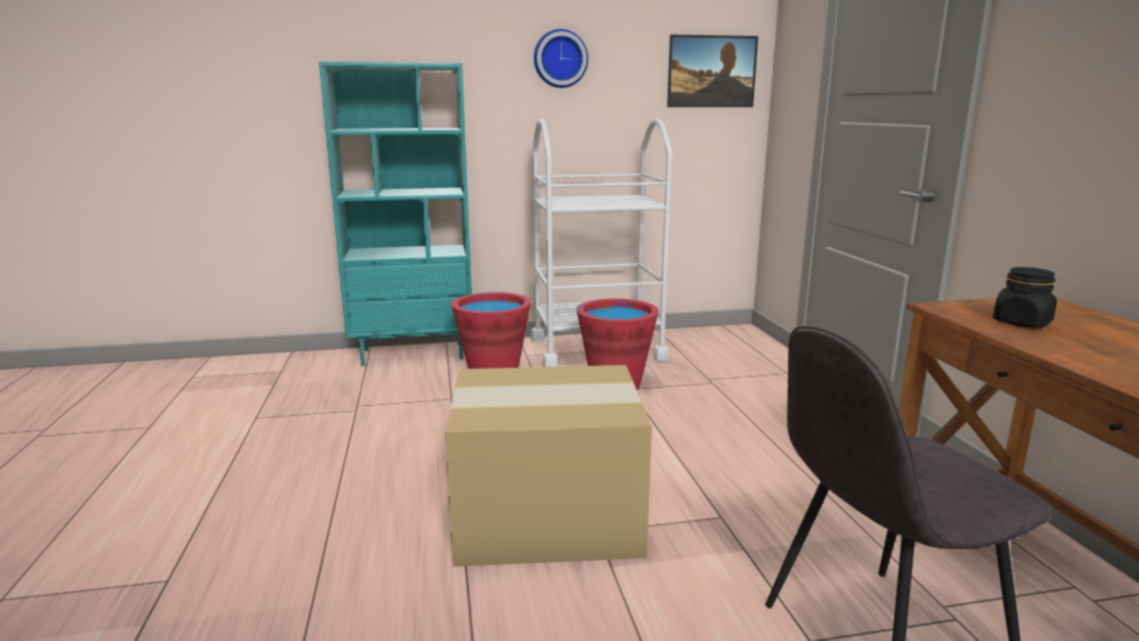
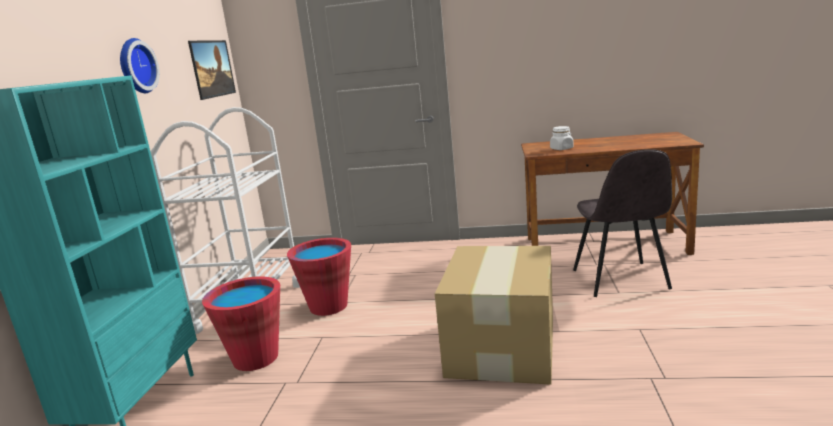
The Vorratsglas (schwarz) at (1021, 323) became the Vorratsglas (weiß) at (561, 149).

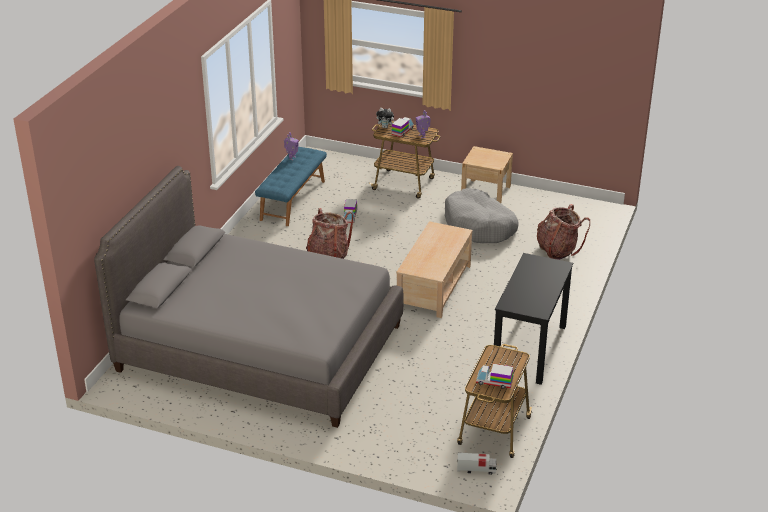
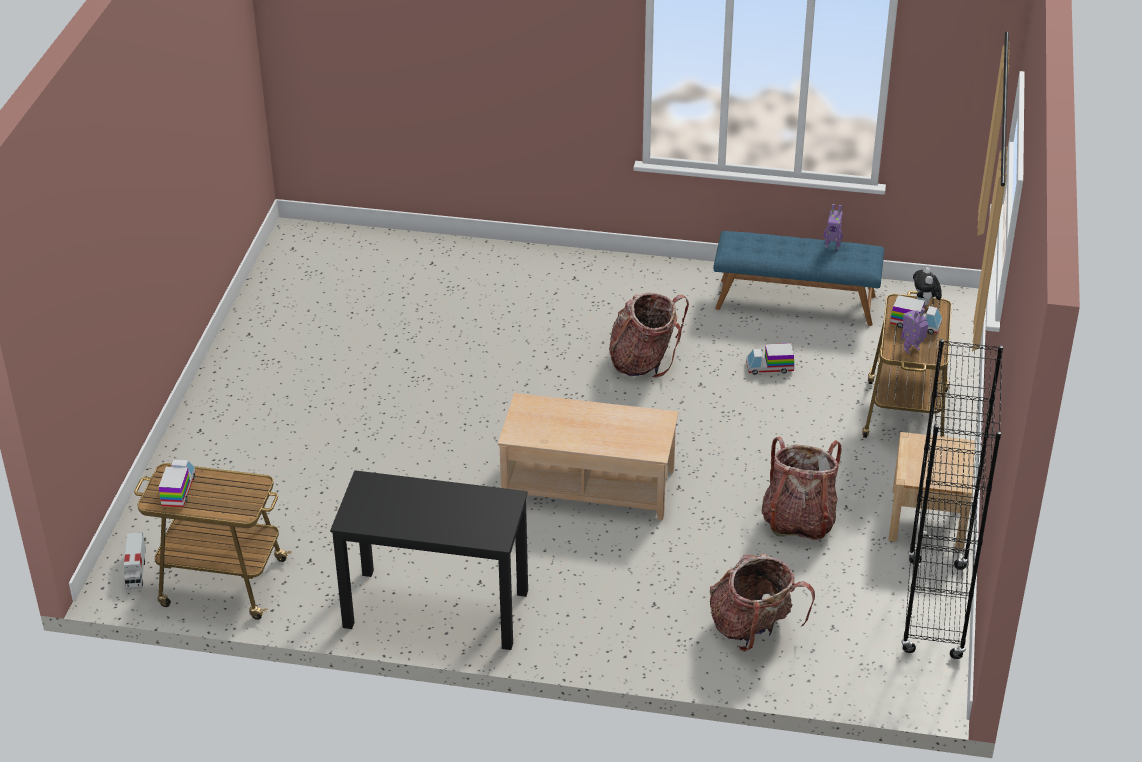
The Hundebett (grau) at (479, 226) was replaced by the Rucksack at (798, 520). The Bücherregal (schwarz) at (934, 610) appeared. The Bett (grau) at (260, 347) disappeared.

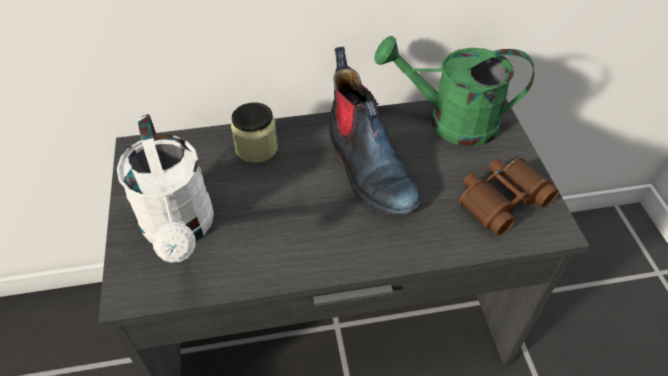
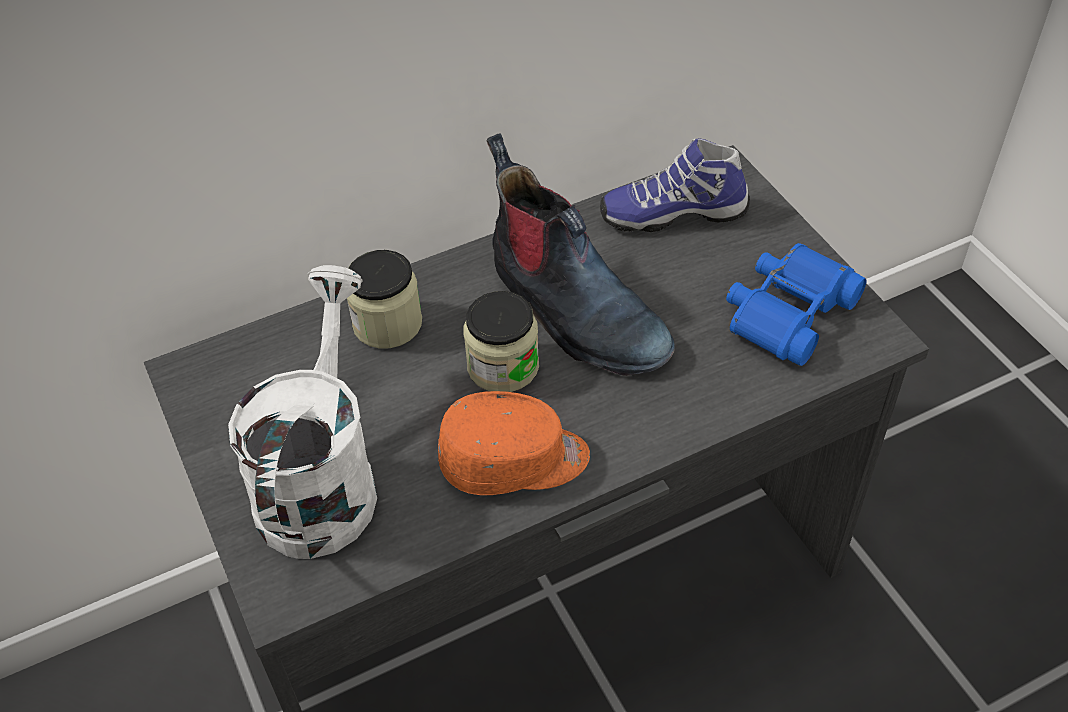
The Gießkanne (weiß) at (180, 229) turned 135 degrees counterclockwise. The Kappe (orange) at (515, 461) appeared. The Vorratsglas at (503, 366) appeared. The Gießkanne (grün) at (450, 122) was replaced by the Schuh at (673, 212). The Fernglas (braun) at (501, 199) became the Fernglas (blau) at (787, 312).

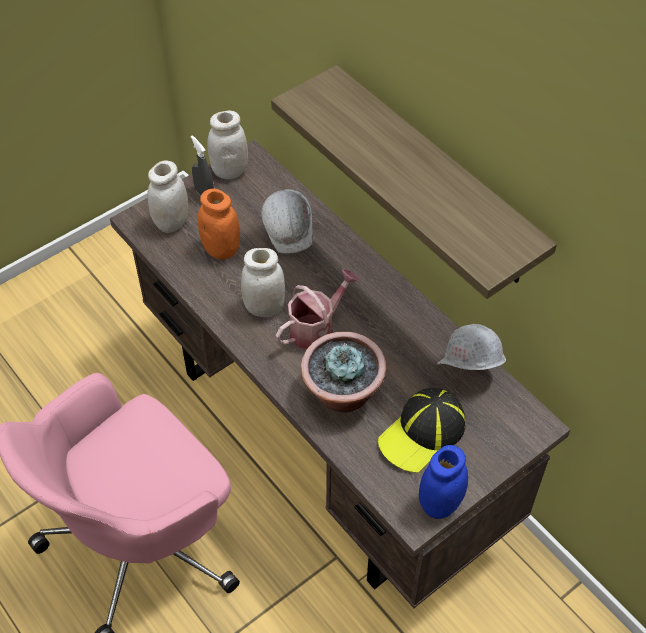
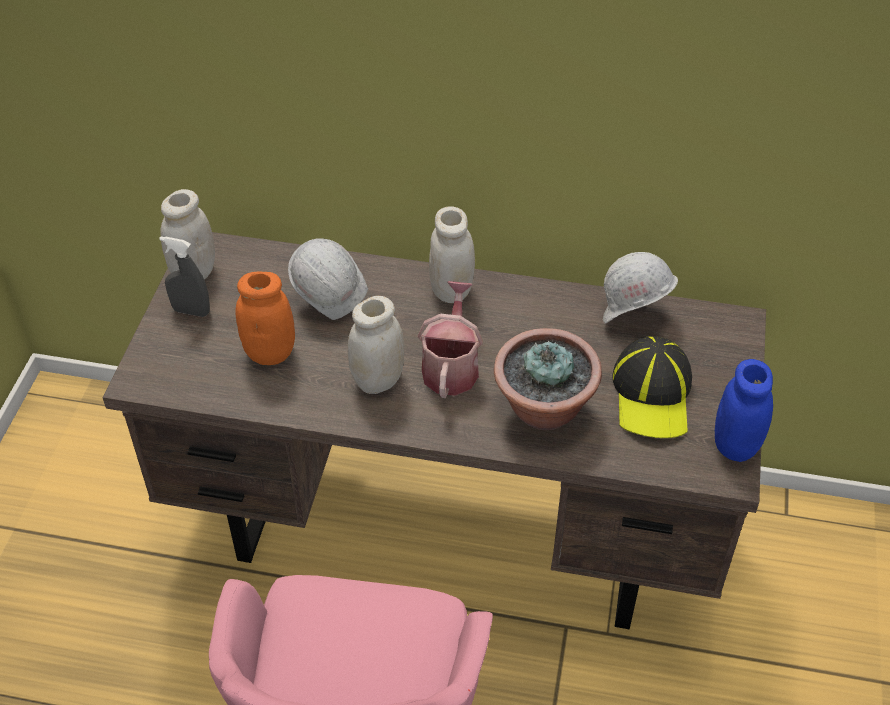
The Vorratsglas (weiß) moved from (171, 223) to (451, 291). The Wandregal at (435, 178) disappeared.

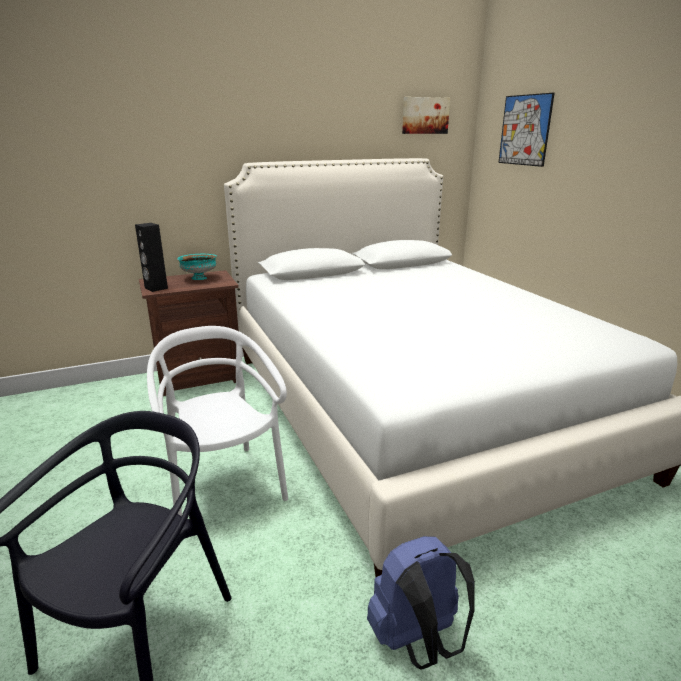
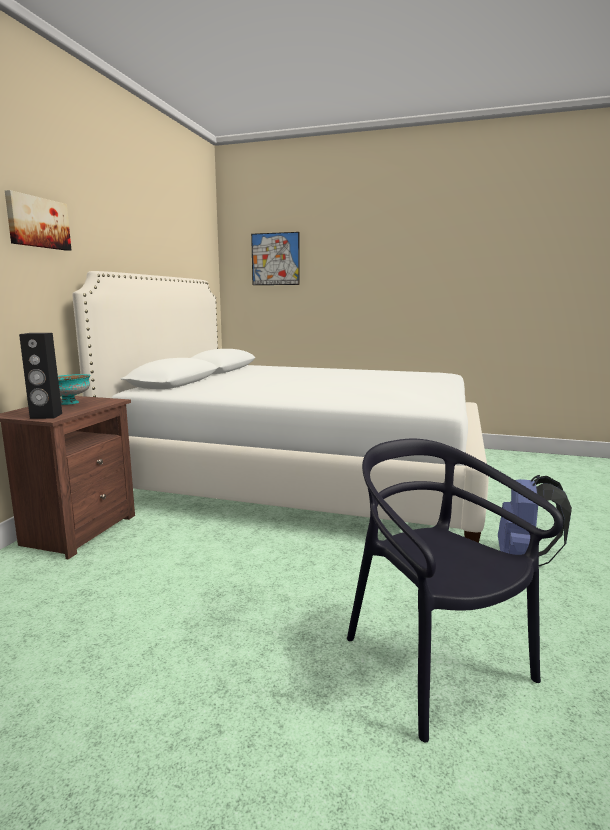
The Bild moved from (425, 115) to (37, 222). The Stuhl (weiß) at (223, 486) disappeared.

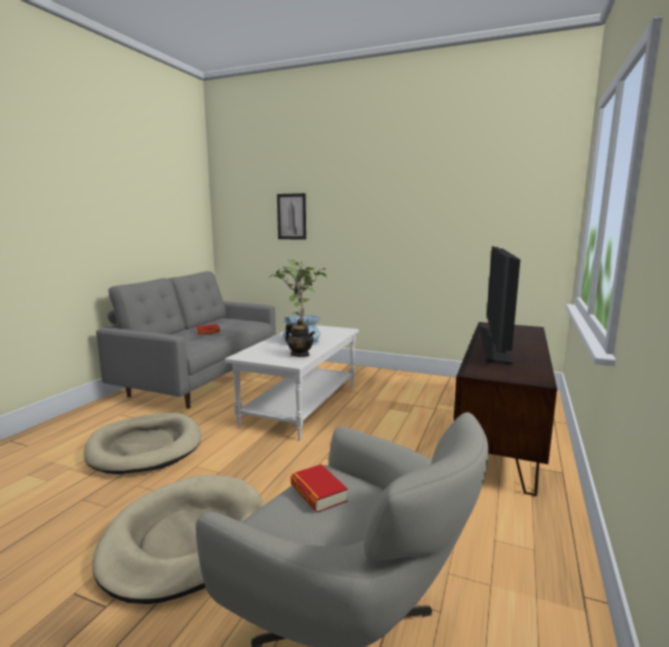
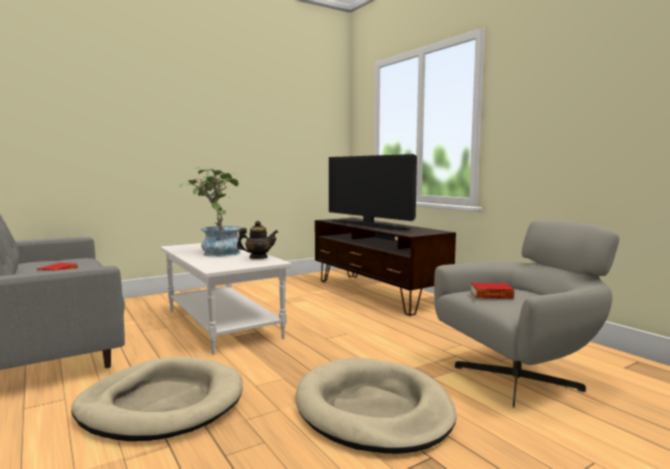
The Bild at (291, 216) disappeared.

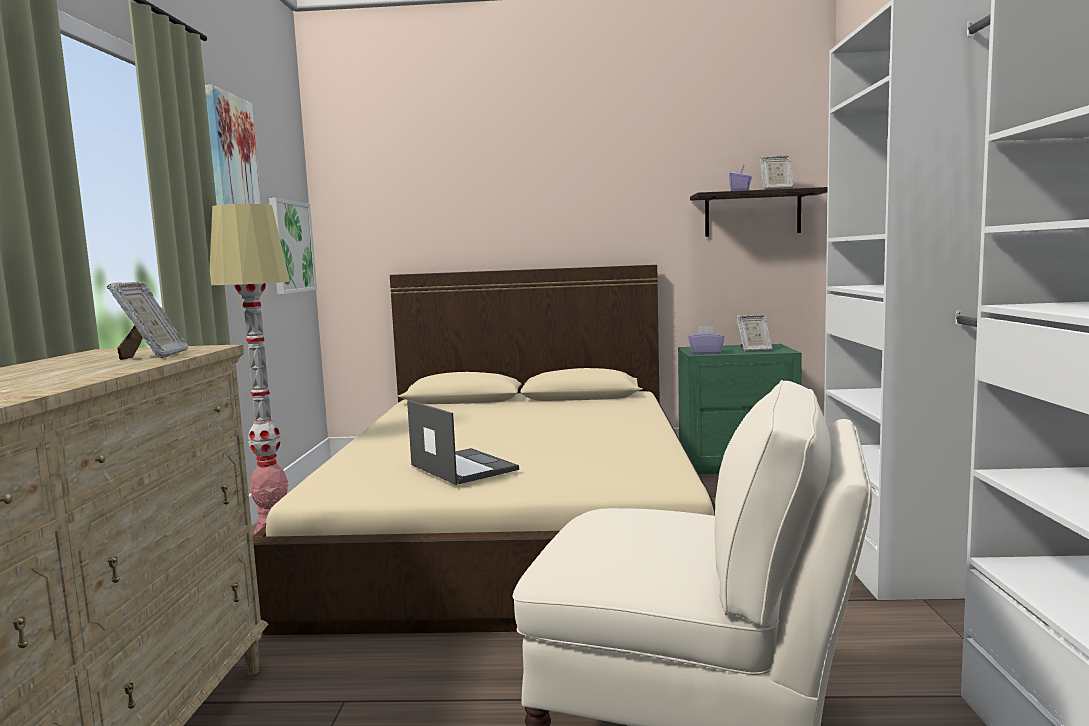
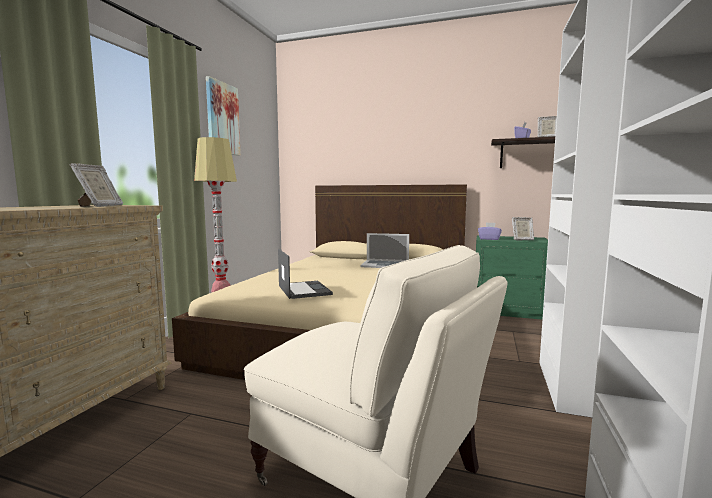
The Laptop at (385, 265) appeared. The Bild at (291, 247) disappeared.

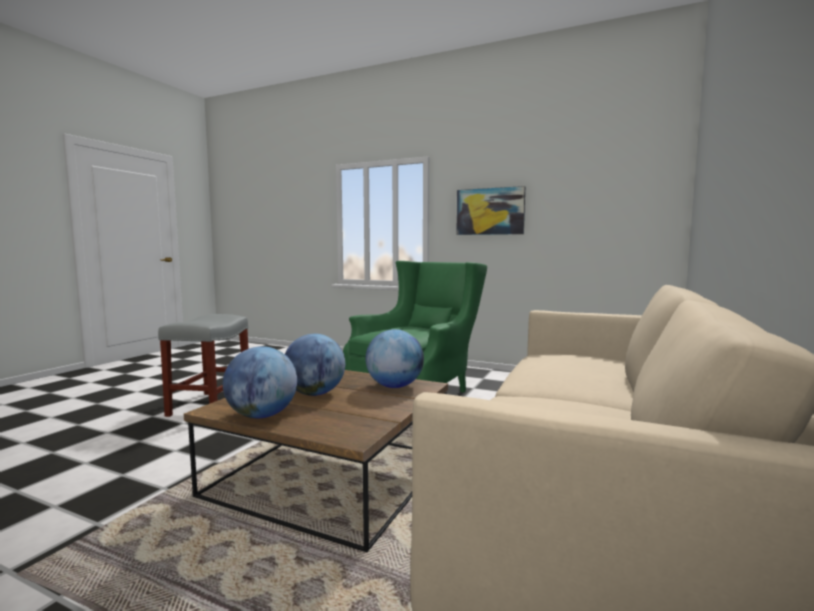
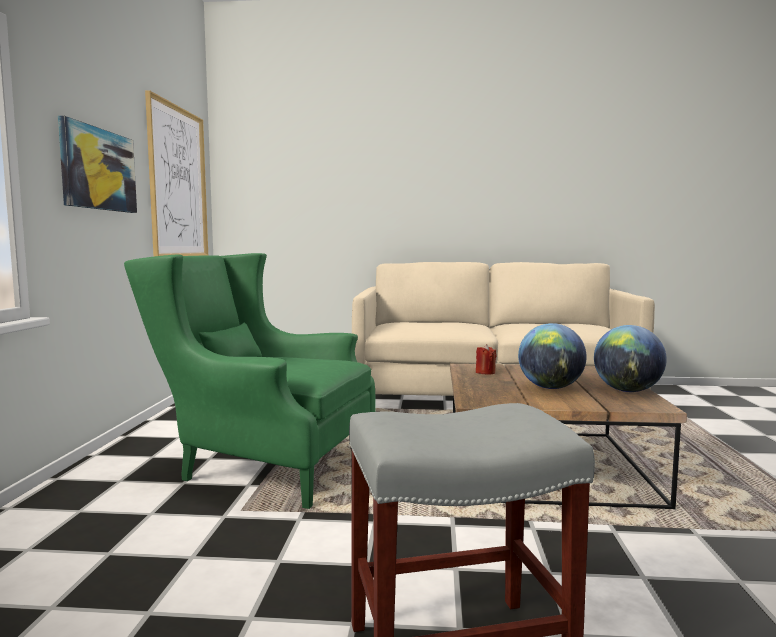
The Bild at (178, 183) appeared. The Globus at (394, 386) was replaced by the Kerze (rot) at (485, 372).

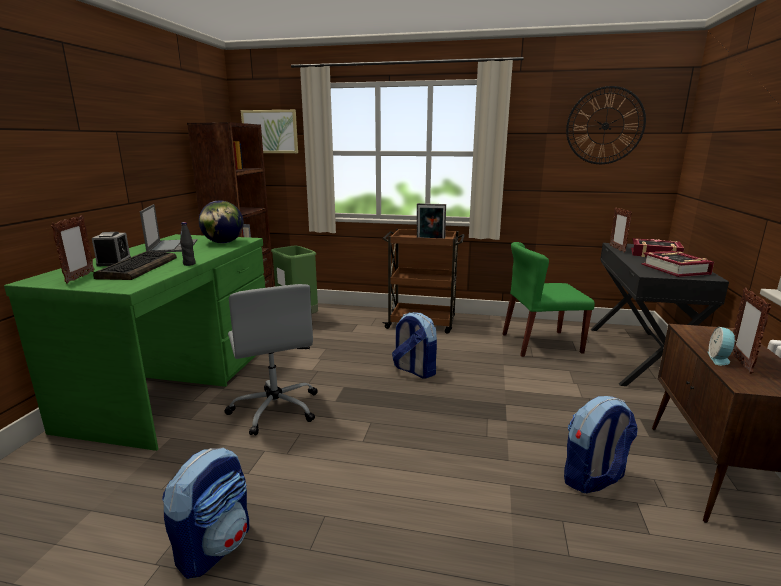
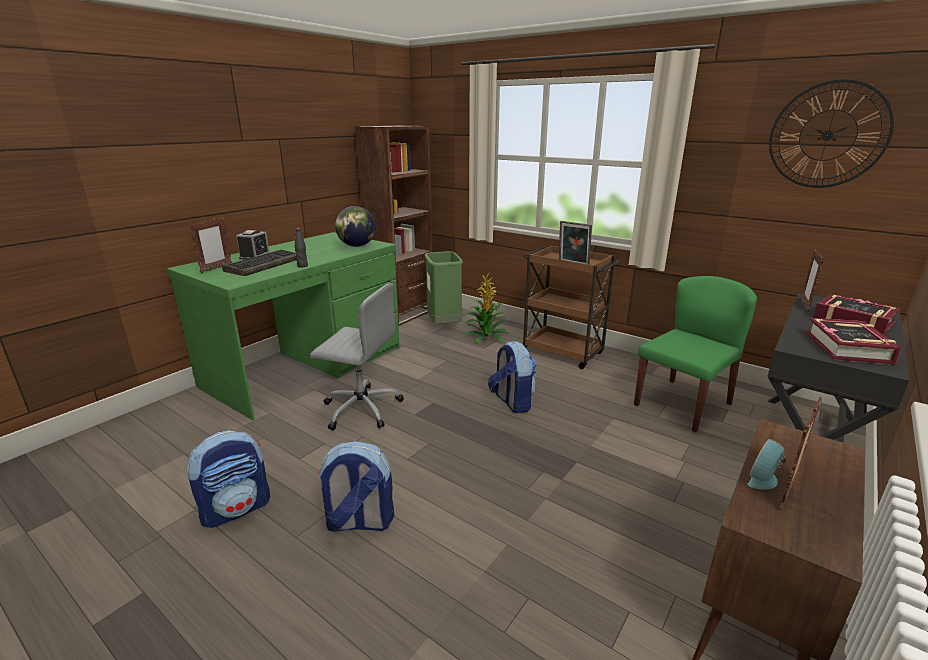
The Bürostuhl (grau) at (275, 408) turned 75 degrees counterclockwise. The Rucksack moved from (593, 479) to (359, 522). The Topfpflanze at (486, 336) appeared. The Stuhl (grün) at (540, 343) turned 120 degrees clockwise. The Laptop at (173, 246) disappeared. The Bild at (270, 131) disappeared.

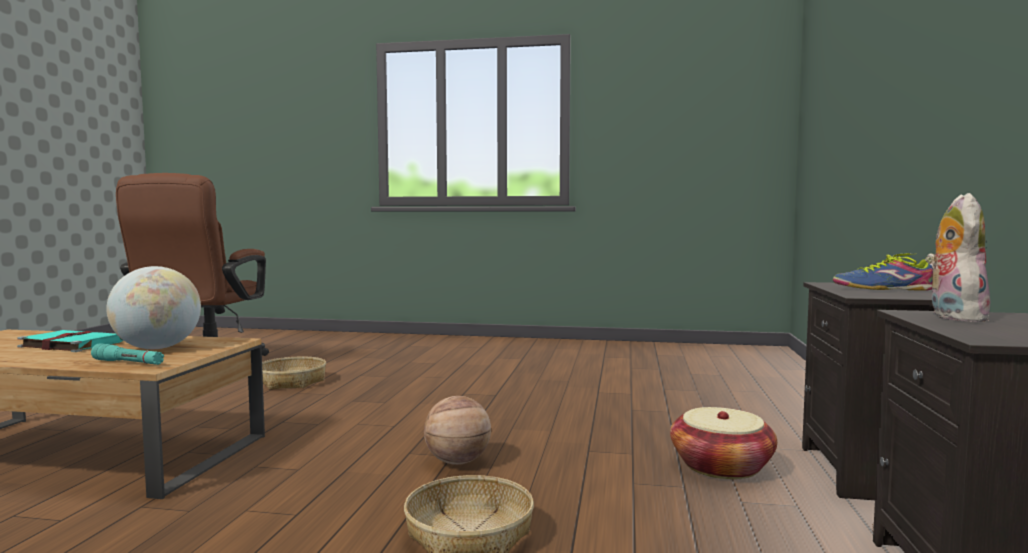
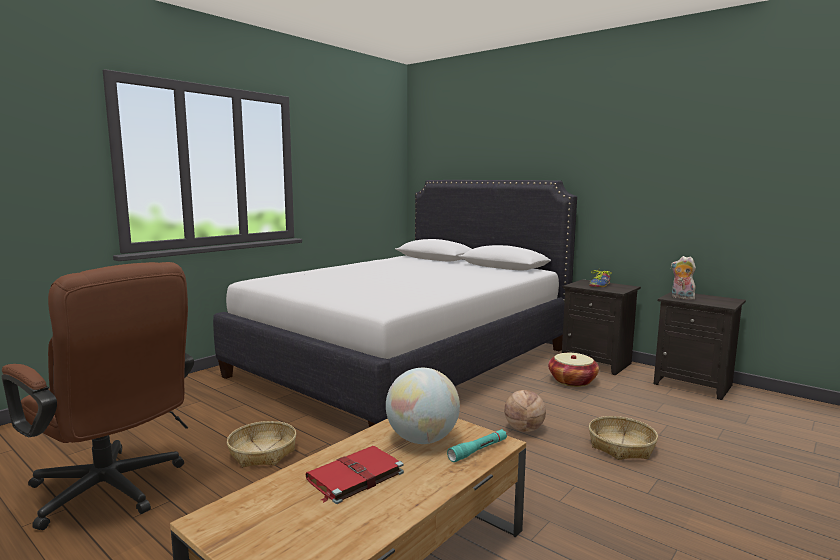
The Bett (weiß) at (406, 361) appeared. The Buch (türkis) at (70, 344) became the Buch (rot) at (354, 477).

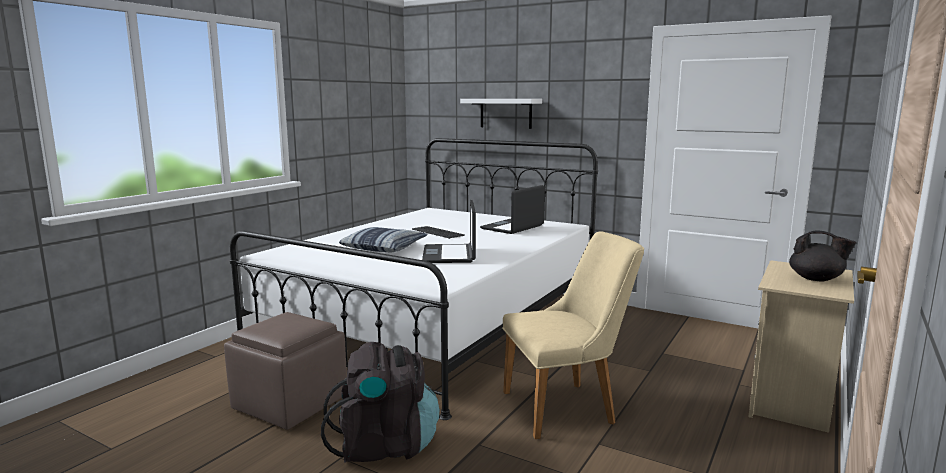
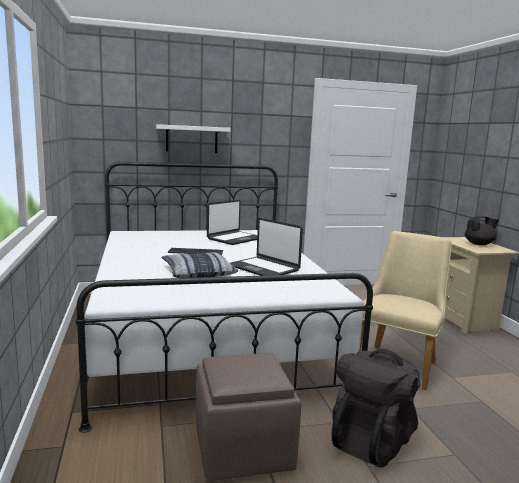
The Laptop at (513, 227) turned 135 degrees counterclockwise.

